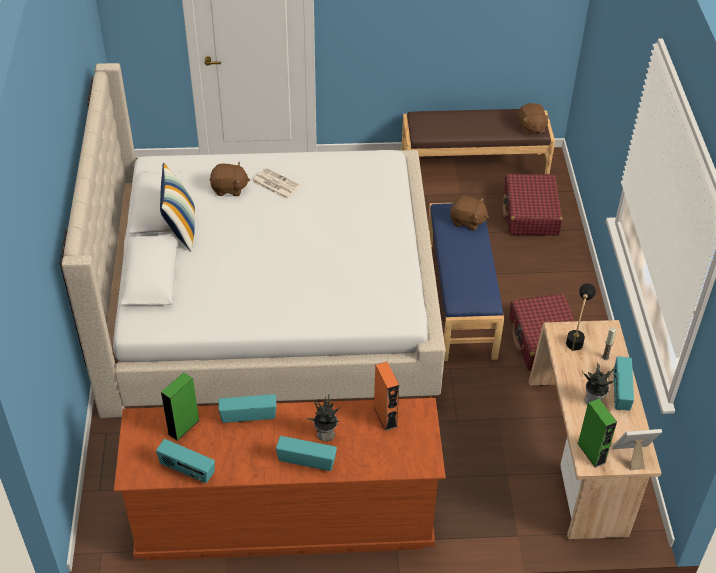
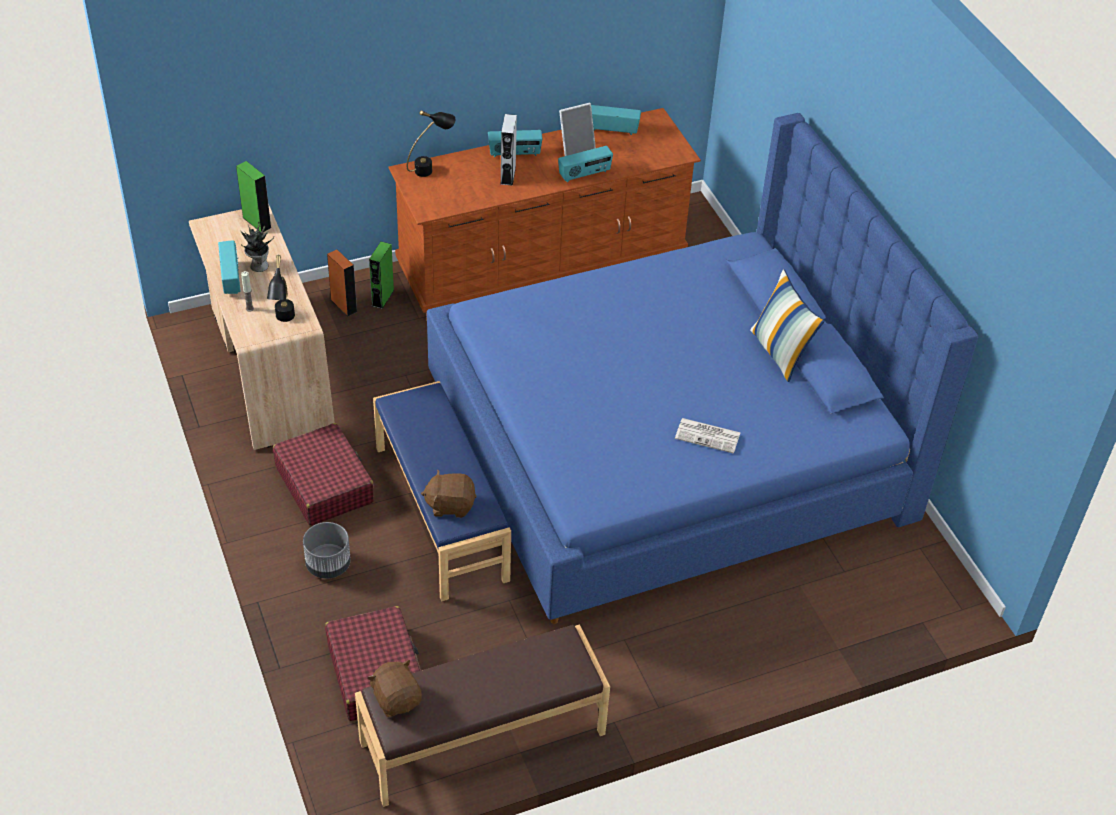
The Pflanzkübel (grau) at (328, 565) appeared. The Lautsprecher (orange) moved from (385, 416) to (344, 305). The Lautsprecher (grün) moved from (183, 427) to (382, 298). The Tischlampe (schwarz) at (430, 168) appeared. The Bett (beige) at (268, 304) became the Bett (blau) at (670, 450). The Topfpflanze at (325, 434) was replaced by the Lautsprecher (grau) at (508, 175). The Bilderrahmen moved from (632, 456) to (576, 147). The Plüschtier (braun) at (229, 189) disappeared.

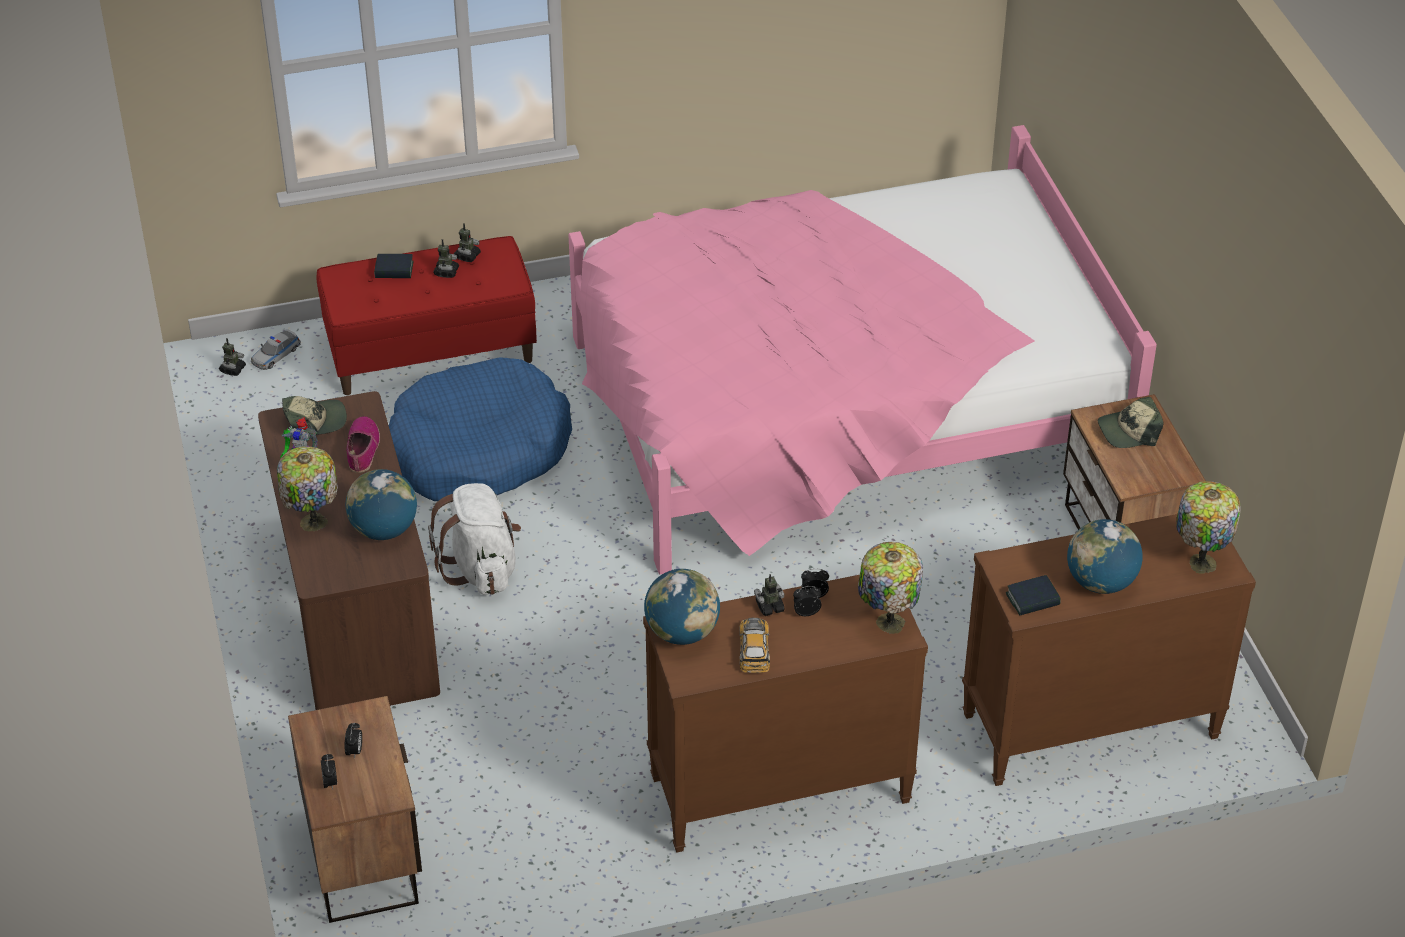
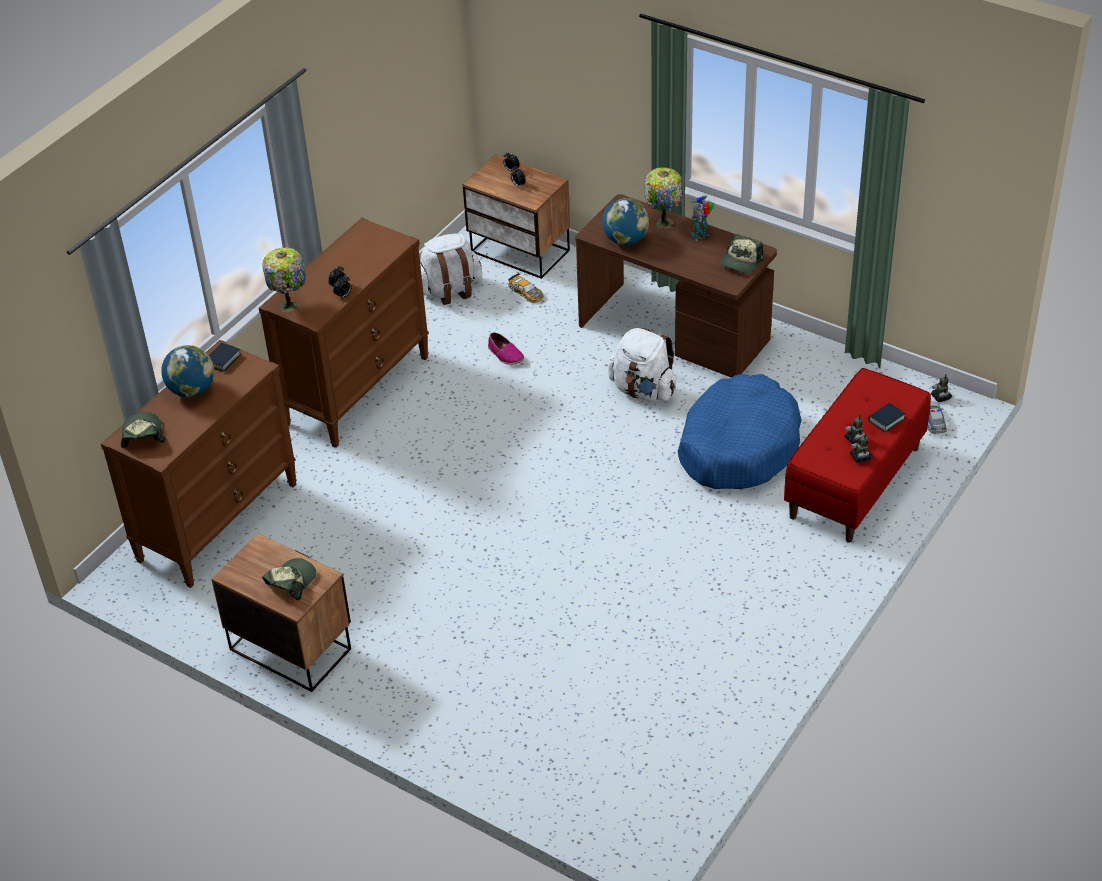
The Tischlampe at (1200, 562) was replaced by the Kappe at (142, 435). The Rucksack (weiß) at (450, 290) appeared. The Schuh moved from (362, 449) to (505, 354). The Spielzeugauto moved from (754, 648) to (526, 292). The Bett (rosa) at (843, 410) disappeared. The Globus at (682, 632) disappeared. The Spielzeugroboter at (769, 607) disappeared.

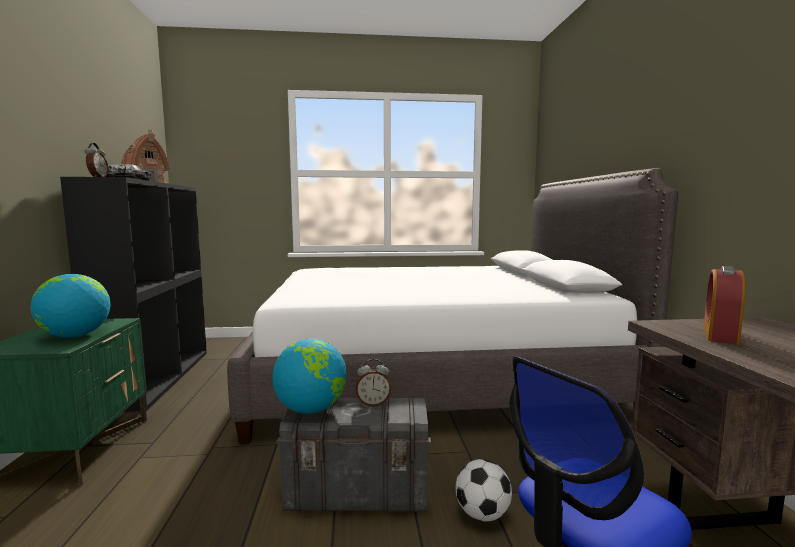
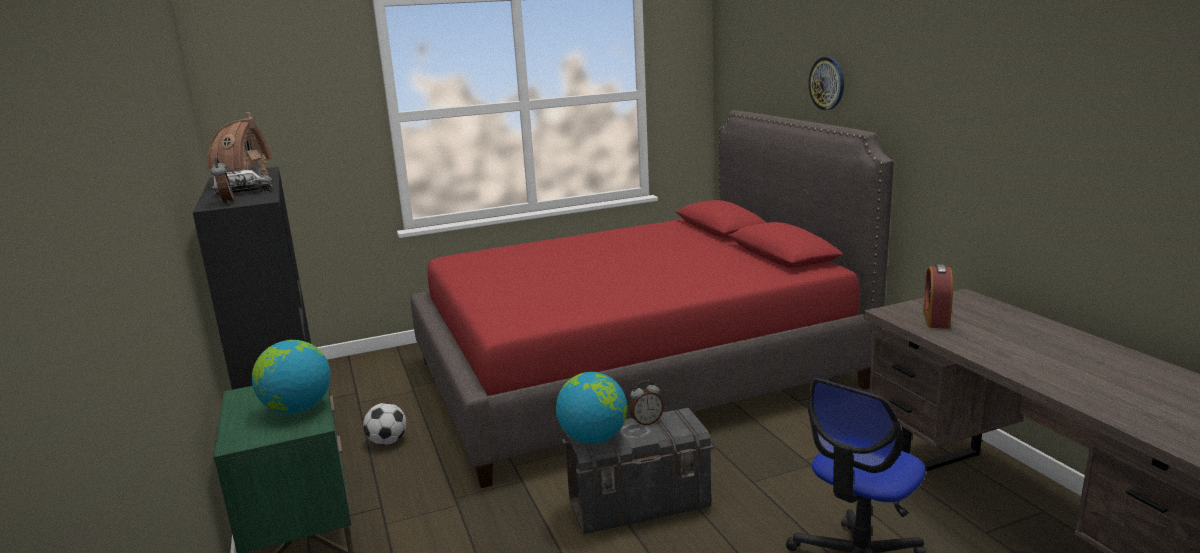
The Fußball moved from (482, 514) to (387, 442). The Bett (weiß) at (430, 376) became the Bett (rot) at (634, 373). The Wanduhr at (827, 83) appeared.

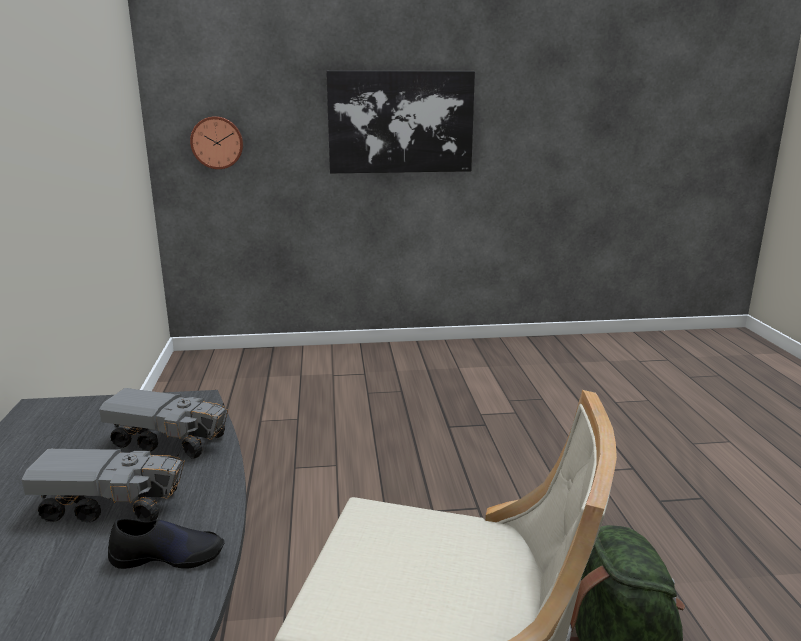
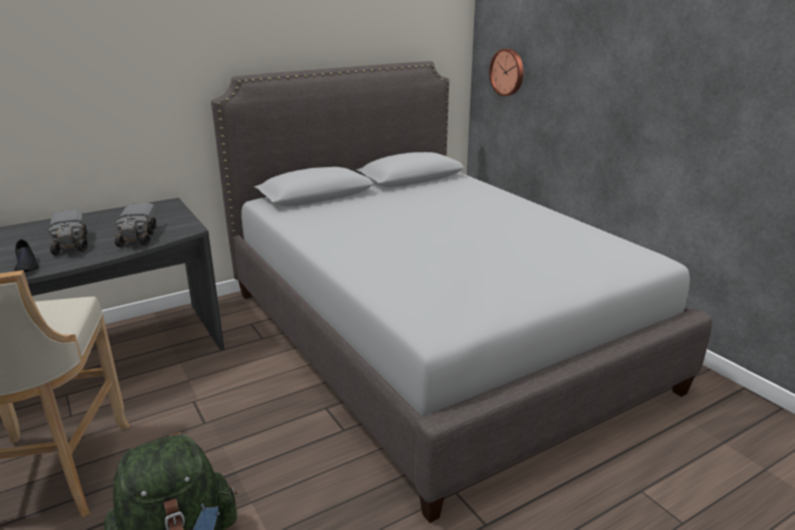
The Bett (grau) at (433, 337) appeared. The Bild at (400, 122) disappeared.

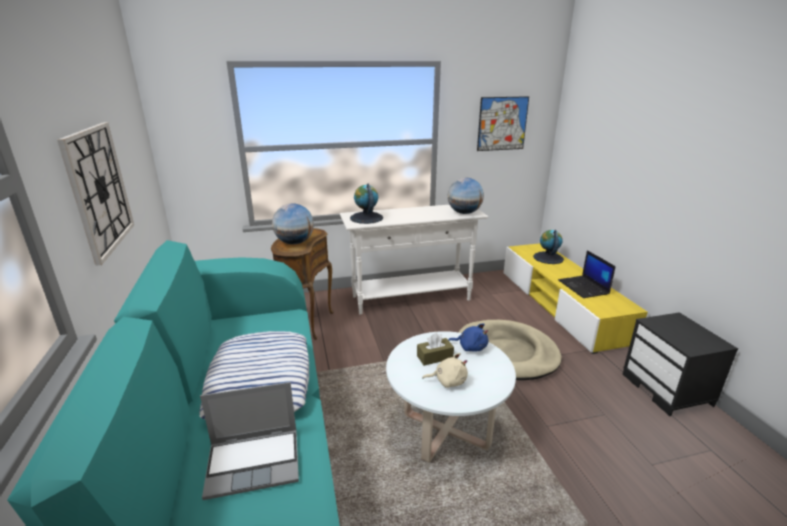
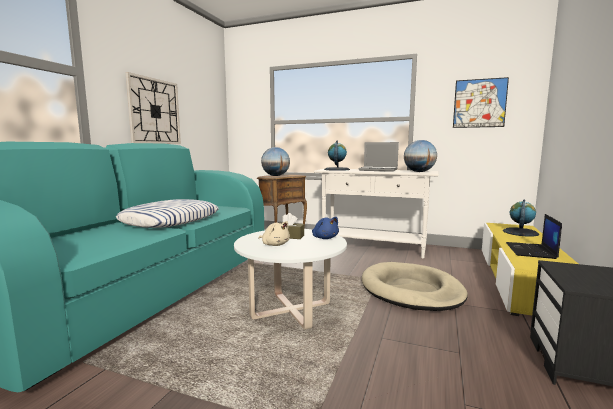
The Laptop moved from (255, 462) to (378, 170).

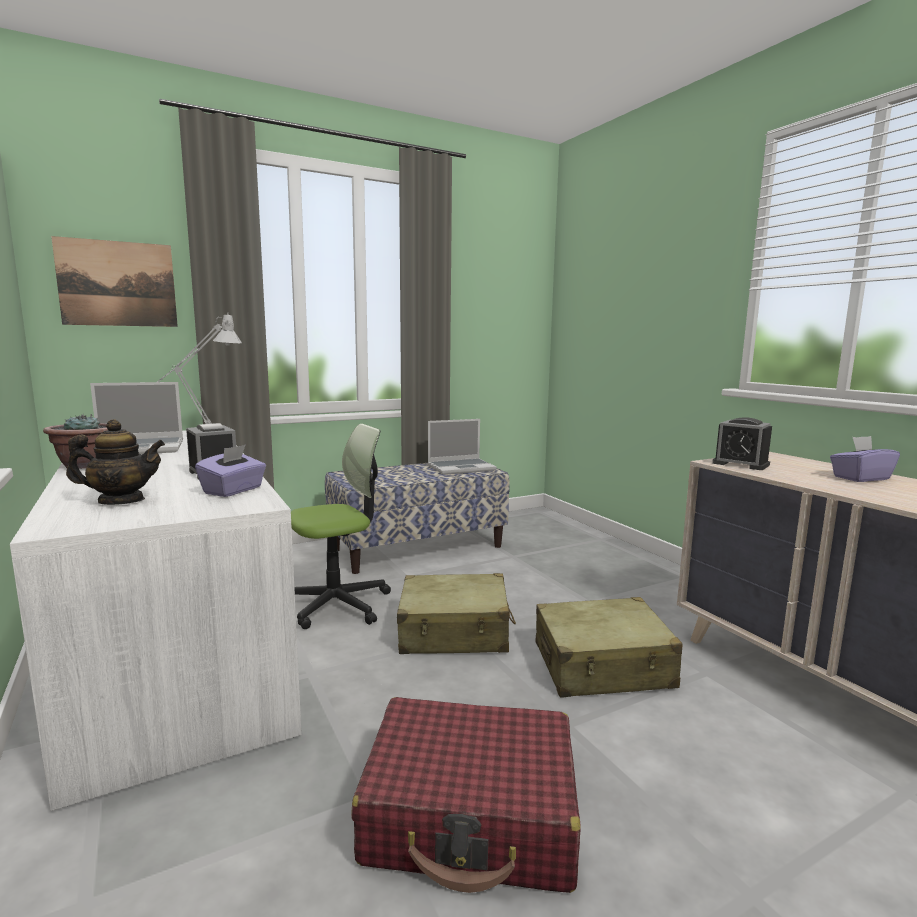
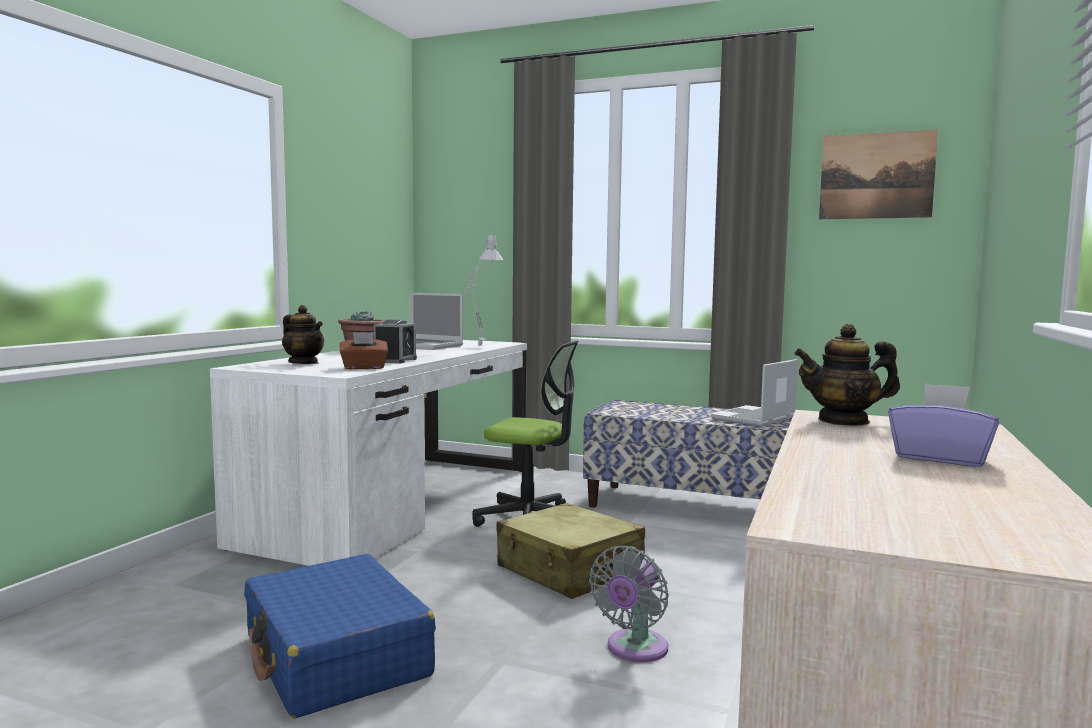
The Koffer (rot) at (471, 814) became the Koffer (blau) at (336, 657). The Taschentuchbox (lila) at (233, 490) became the Taschentuchbox (braun) at (364, 368). The Koffer (beige) at (602, 666) was replaced by the Ventilator (grau) at (634, 649). The Laptop at (461, 468) turned 105 degrees clockwise. The Wecker at (740, 464) was replaced by the Teekanne at (844, 421). The Bild moved from (118, 284) to (876, 176).

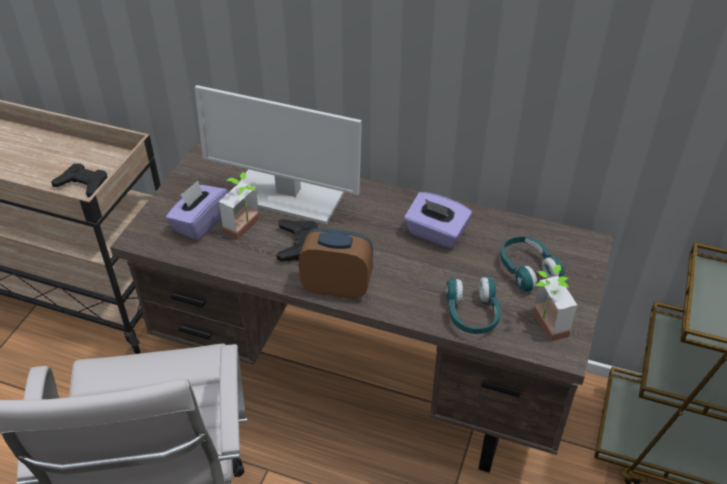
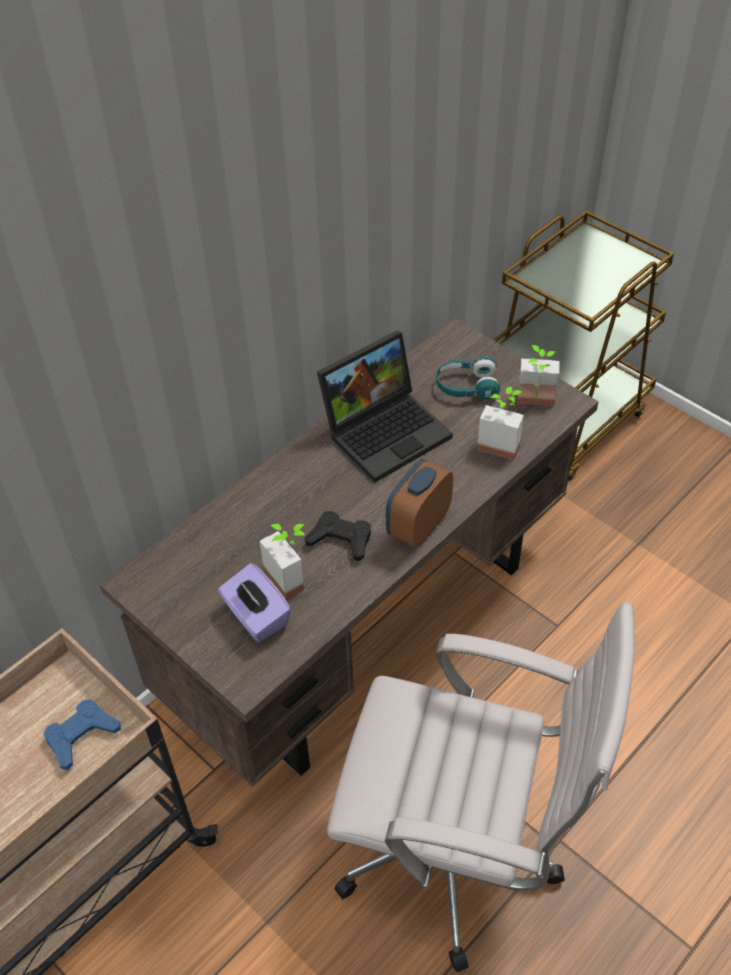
The Gamepad (schwarz) at (83, 184) became the Gamepad (blau) at (81, 736). The Taschentuchbox (lila) at (436, 234) was replaced by the Laptop at (386, 430). The Kopfhörer (türkis) at (472, 314) was replaced by the Topfpflanze at (500, 442). The Monitor at (285, 196) disappeared.

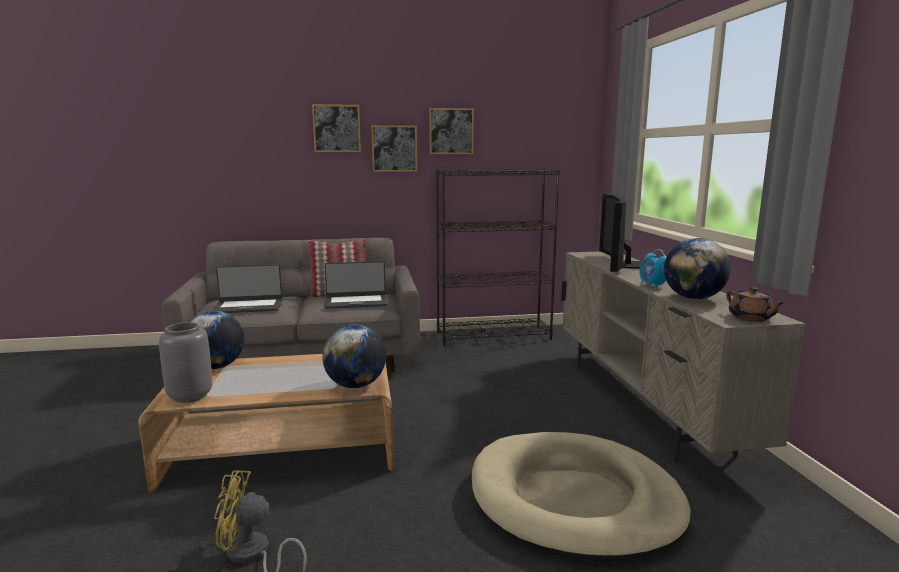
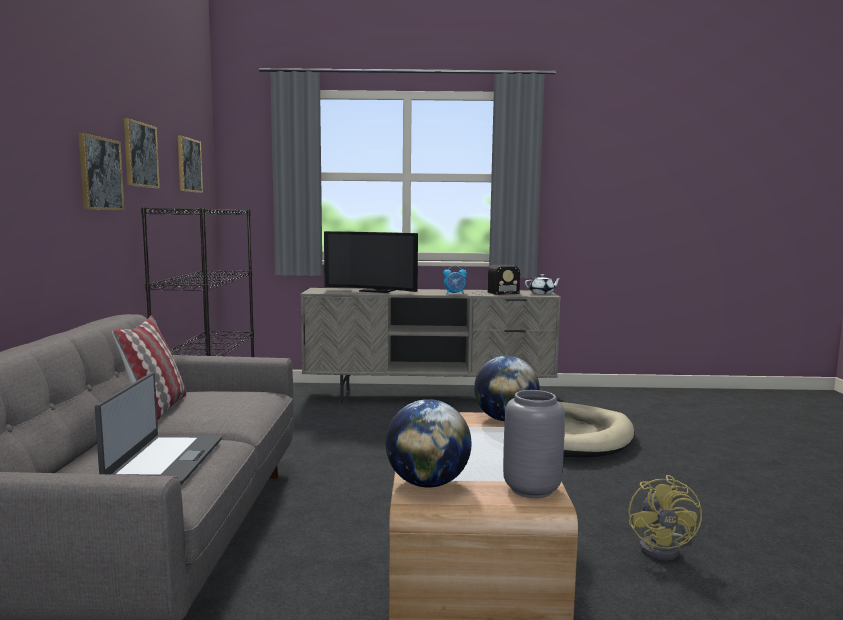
The Bild moved from (336, 128) to (188, 165). The Globus at (693, 298) was replaced by the Radio at (493, 293). The Teekanne (braun) at (750, 318) became the Teekanne (weiß) at (542, 293). The Laptop at (356, 302) disappeared.

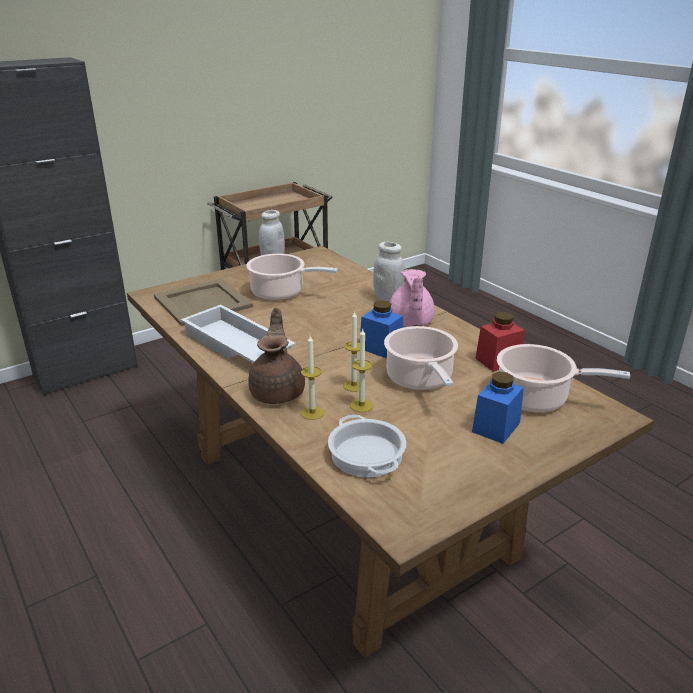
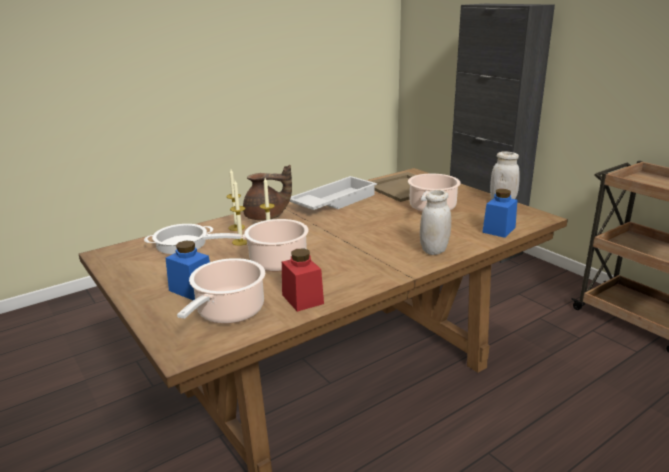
The Vorratsglas (blau) moved from (381, 348) to (499, 230). The Teekanne (rosa) at (410, 322) disappeared.

